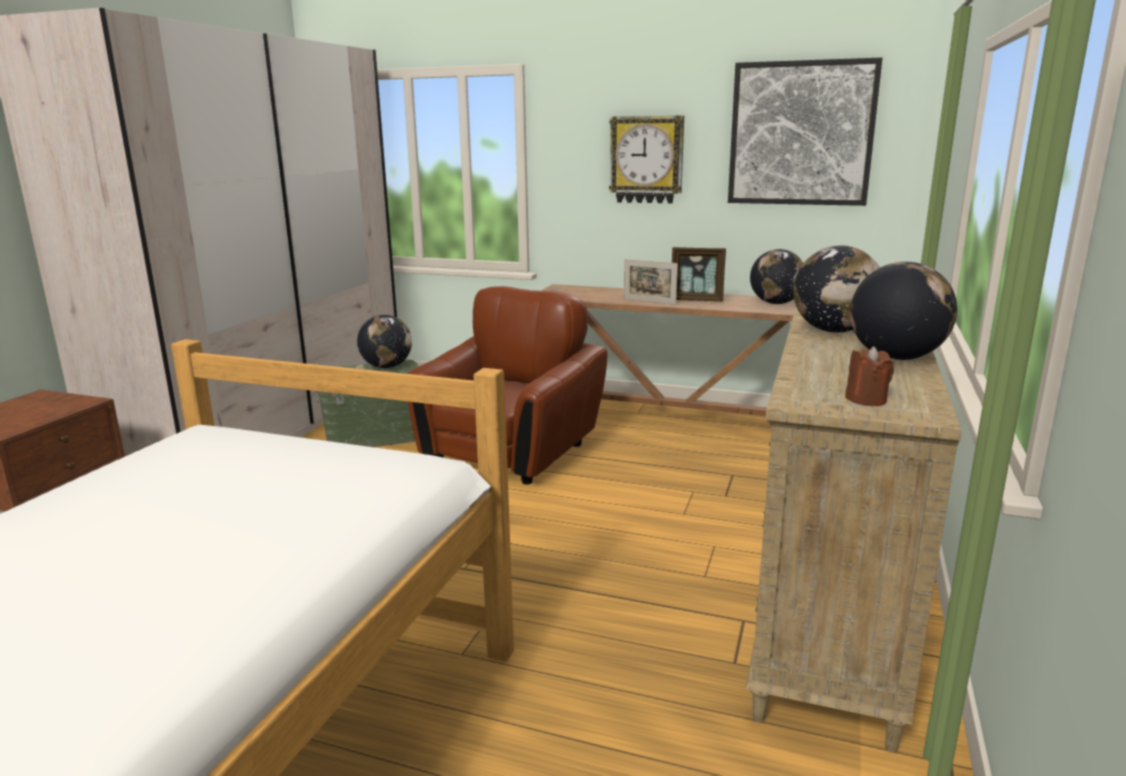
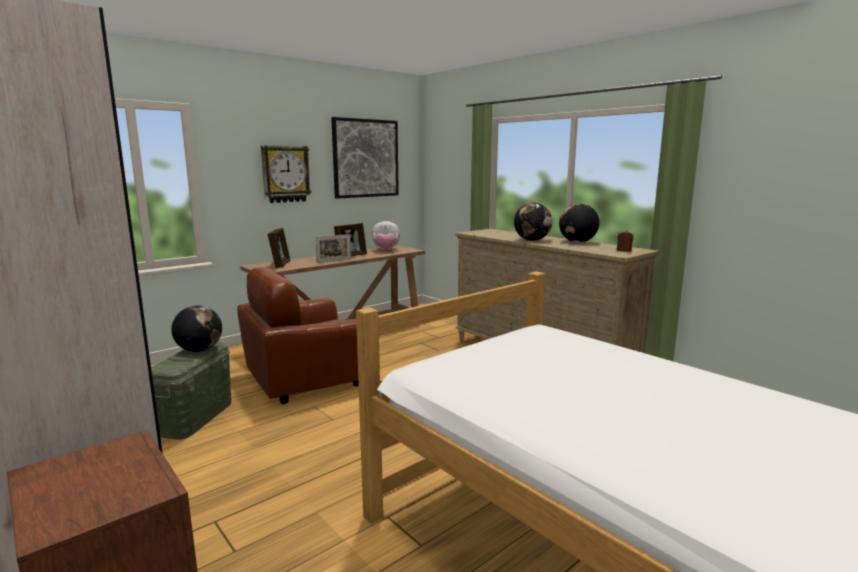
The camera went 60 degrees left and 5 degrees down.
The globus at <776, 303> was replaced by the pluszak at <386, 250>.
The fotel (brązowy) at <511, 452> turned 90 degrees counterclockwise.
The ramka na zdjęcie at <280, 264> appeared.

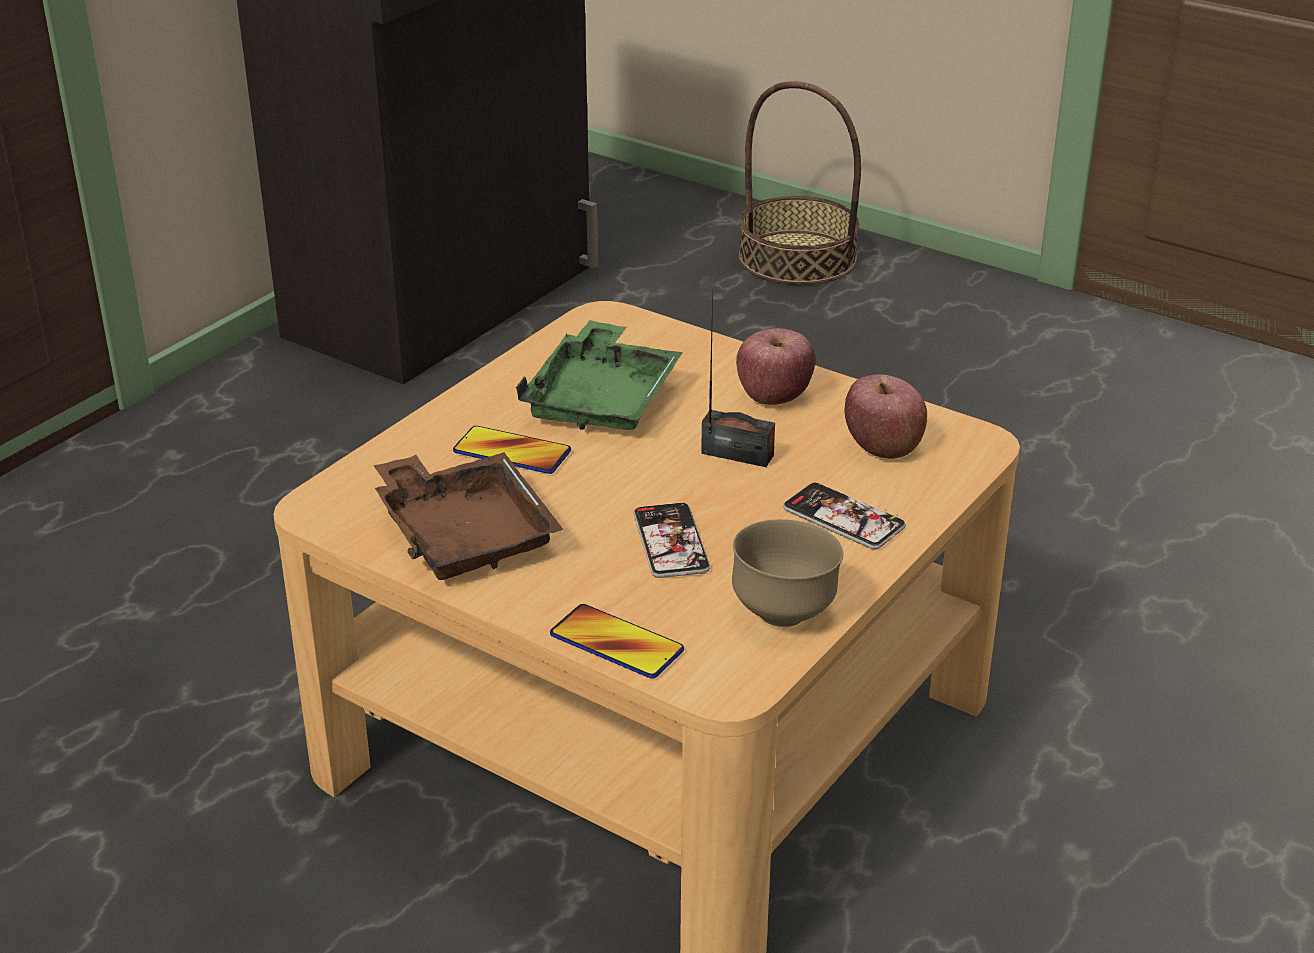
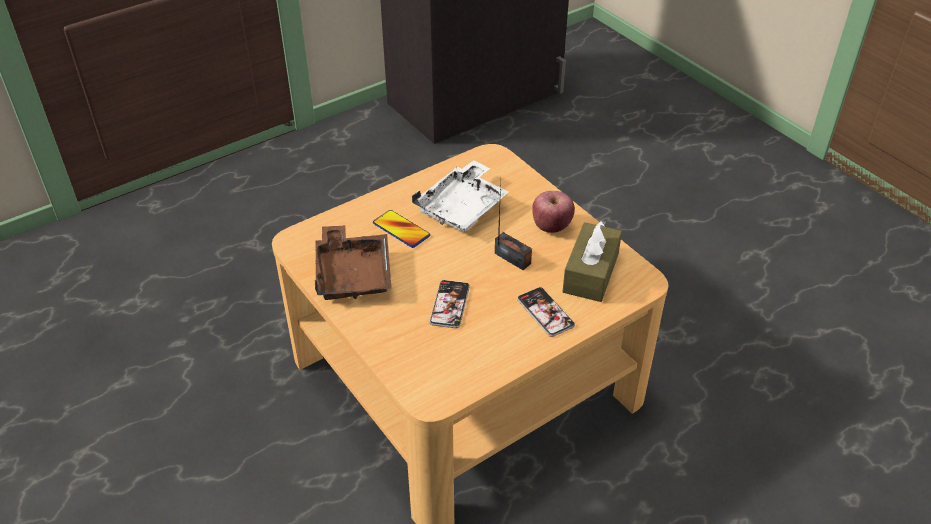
The camera went 20 degrees right and 10 degrees up.
The koszyk at <798, 258> disappeared.
The taca (zielony) at <603, 400> became the taca (biały) at <462, 208>.
The jabłko at <882, 448> was replaced by the pudełko chusteczek (brązowy) at <591, 273>.
The miska (brązowy) at <784, 614> disappeared.
The telefon at <616, 644> disappeared.

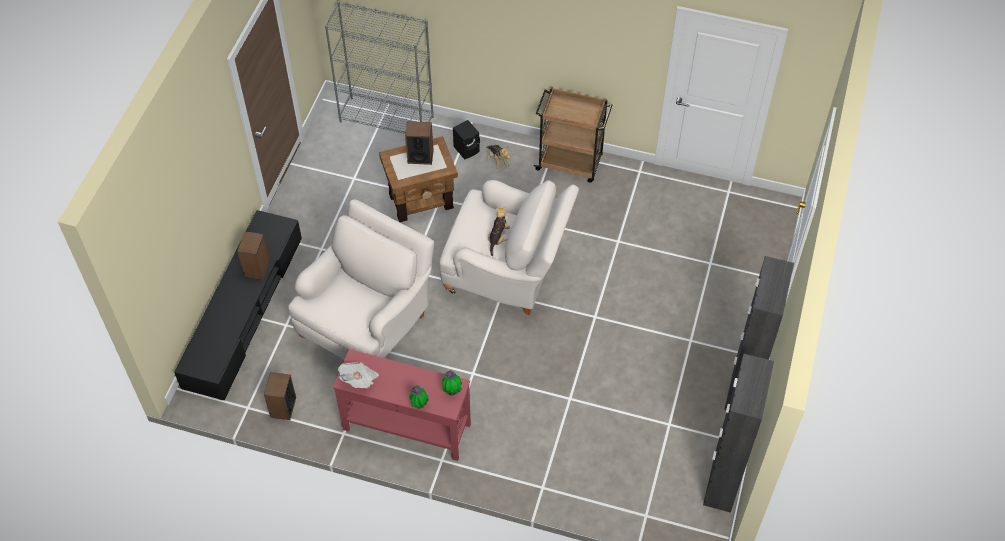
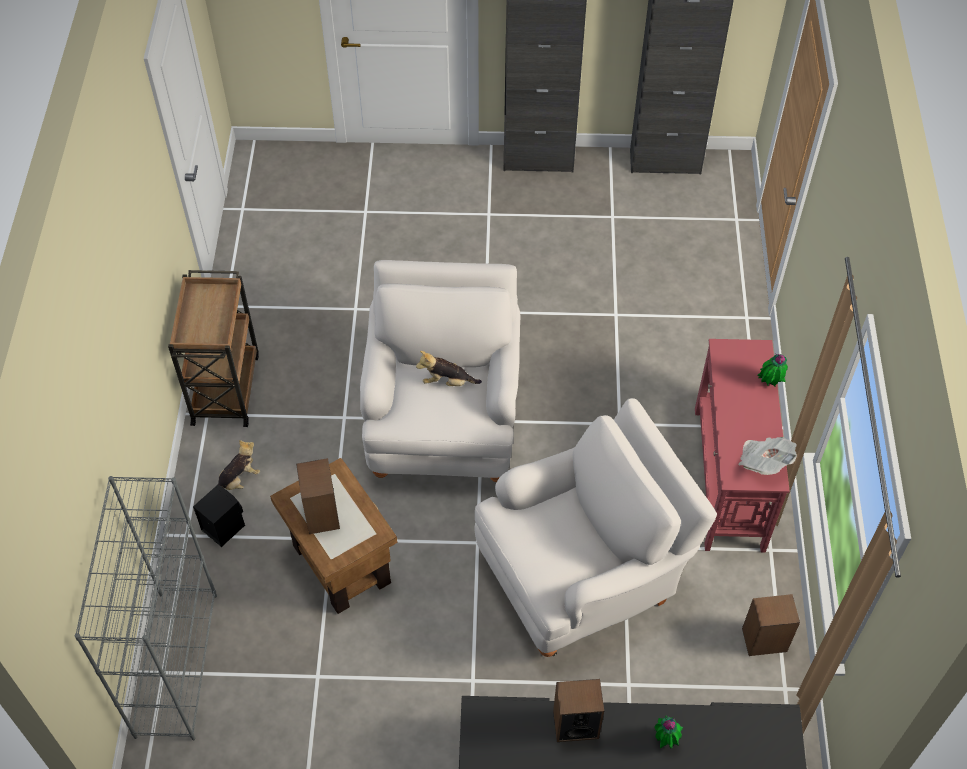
The camera went 105 degrees left and 0 degrees up.
The fotel (biały) at <367, 321> turned 135 degrees clockwise.
The roślina doniczkowa moved from <452, 391> to <665, 740>.

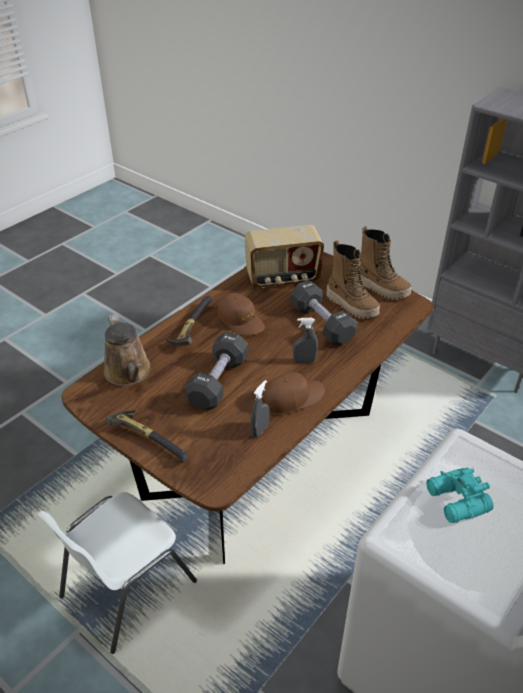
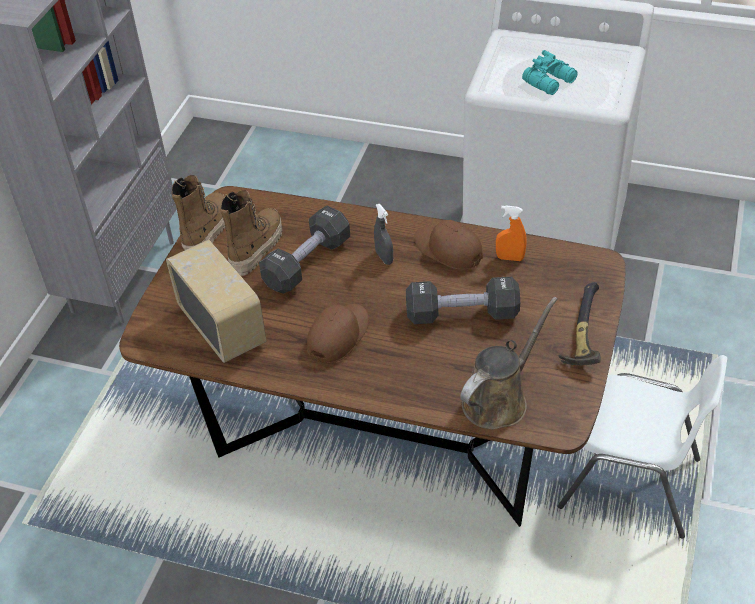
The camera went 110 degrees left and 5 degrees up.
The młotek at <190, 328> disappeared.
The spryskiwacz (szary) at <260, 430> became the spryskiwacz (pomarańczowy) at <510, 258>.

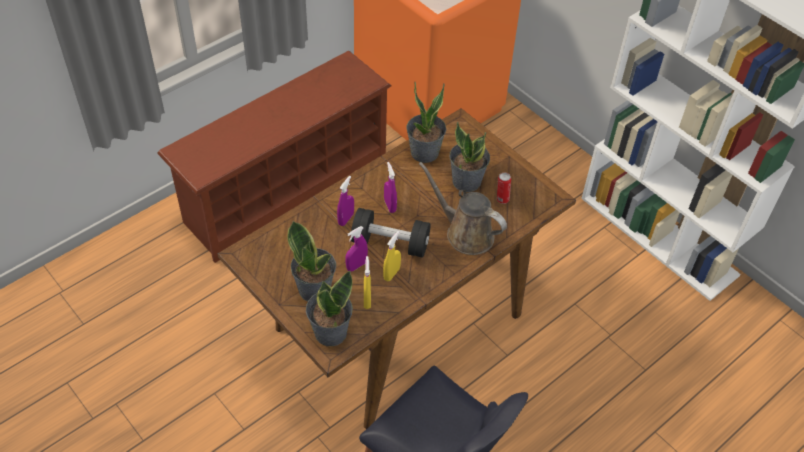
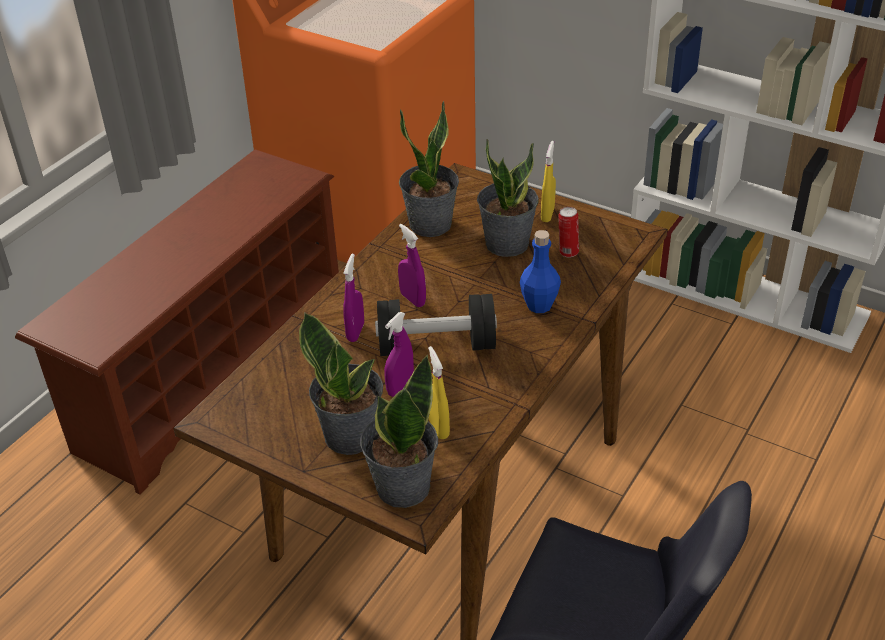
The camera went 15 degrees left and 10 degrees down.
The konewka (brązowy) at <465, 233> was replaced by the butelka (niebieski) at <539, 305>.
The spryskiwacz (żółty) moved from <391, 274> to <547, 214>.

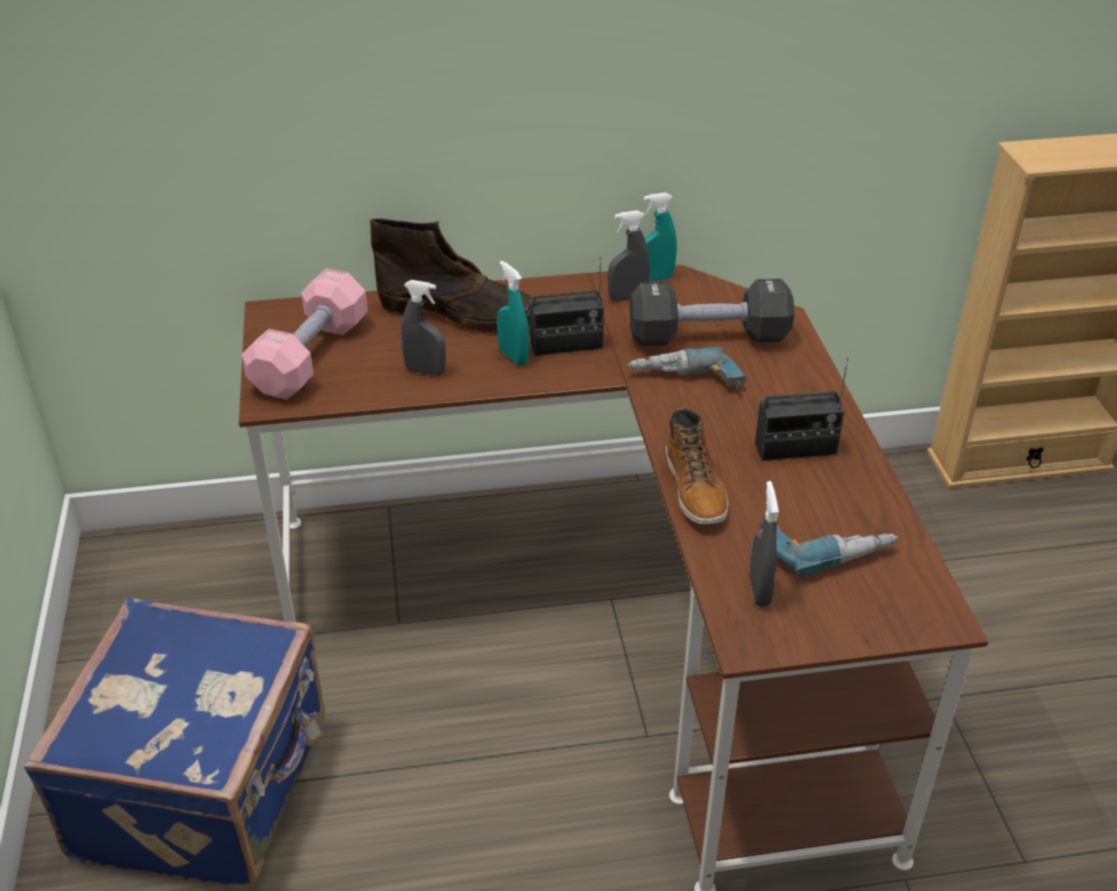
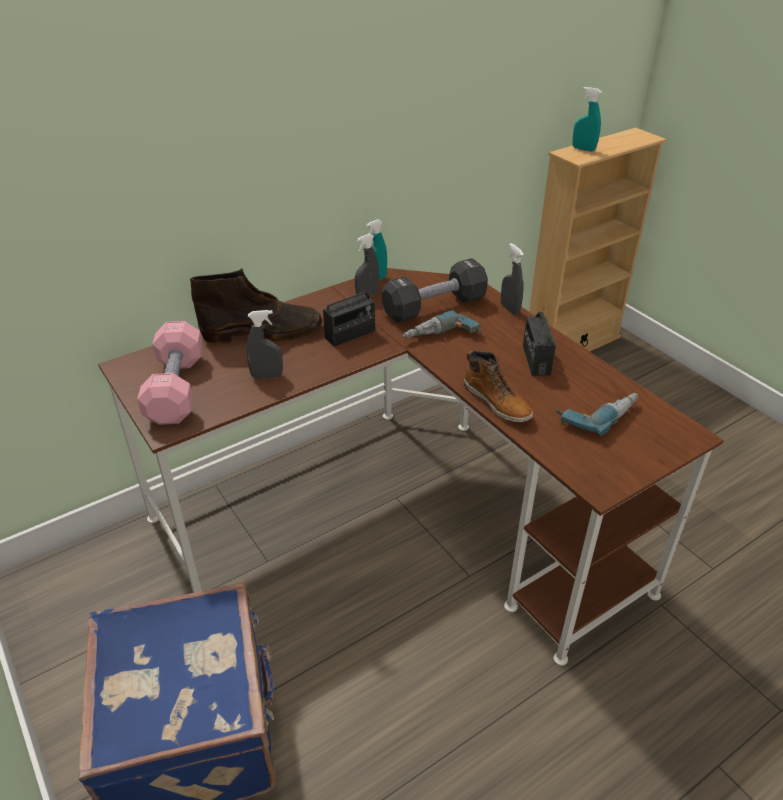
The camera went 25 degrees left and 0 degrees up.
The spryskiwacz (turkusowy) moved from <513, 356> to <583, 149>.
The radio at <795, 449> turned 120 degrees clockwise.
The spryskiwacz (szary) moved from <759, 591> to <510, 309>.

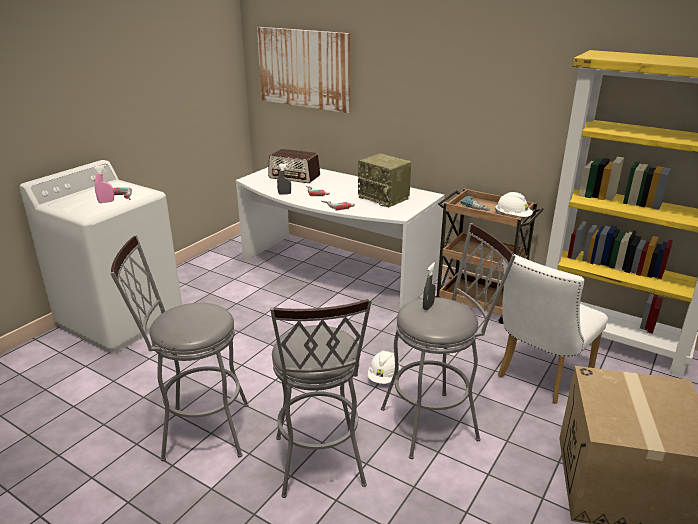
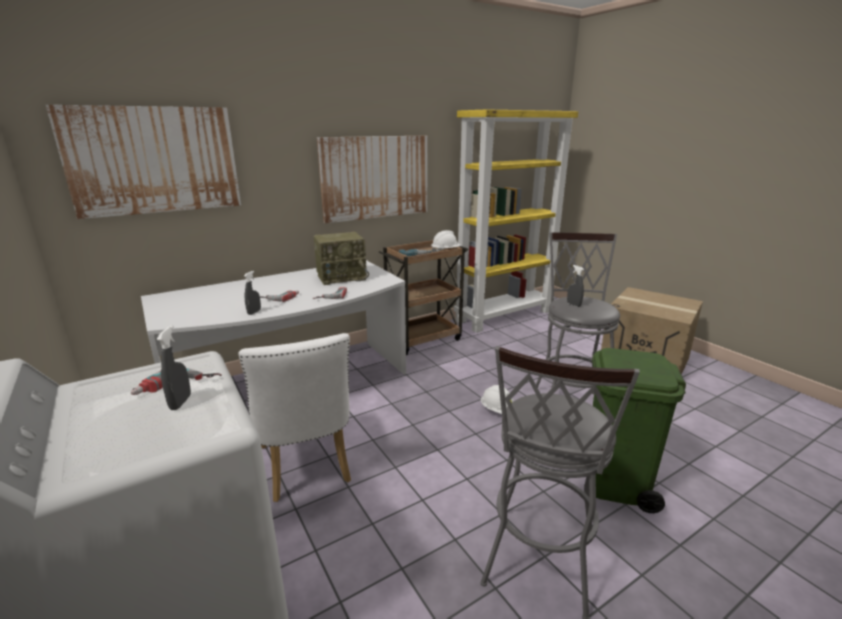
The camera went 65 degrees left and 5 degrees down.
The radio at <294, 177> disappeared.
The spryskiwacz (różowy) at <106, 202> became the spryskiwacz (szary) at <180, 402>.
The krzesło (biały) moved from <539, 376> to <306, 469>.
The stołek (szary) at <320, 467> was replaced by the kosz na śmieci (zielony) at <616, 481>.
The obraz at <375, 177> appeared.

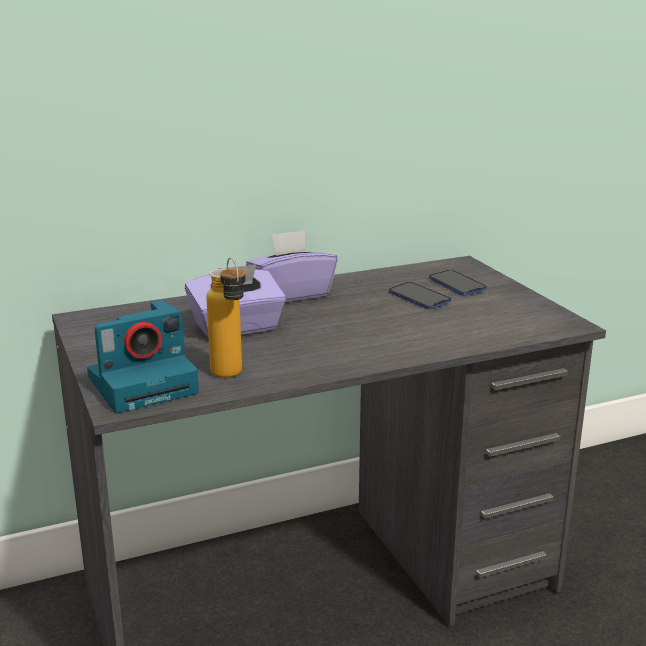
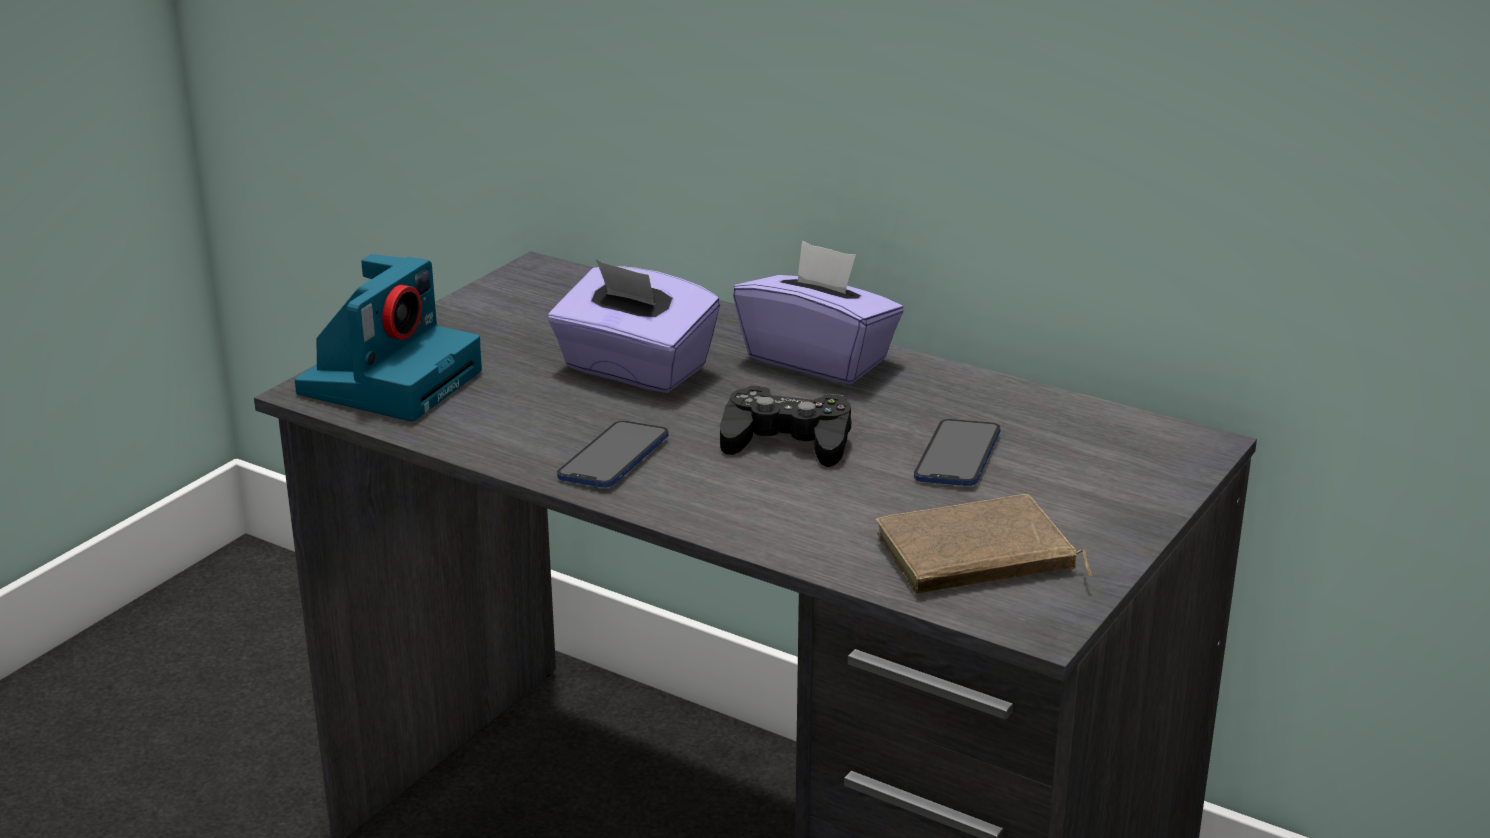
The camera went 55 degrees right and 5 degrees up.
The butelka at <231, 377> disappeared.
The telefon moved from <457, 284> to <613, 458>.
The aparat fotograficzny at <144, 383> turned 90 degrees counterclockwise.
The pad do gier (czarny) at <787, 441> appeared.
The książka (brązowy) at <976, 558> appeared.

